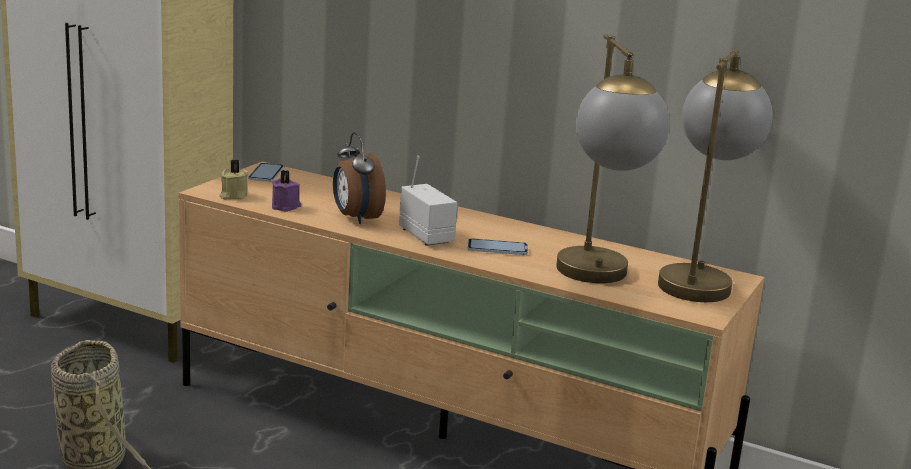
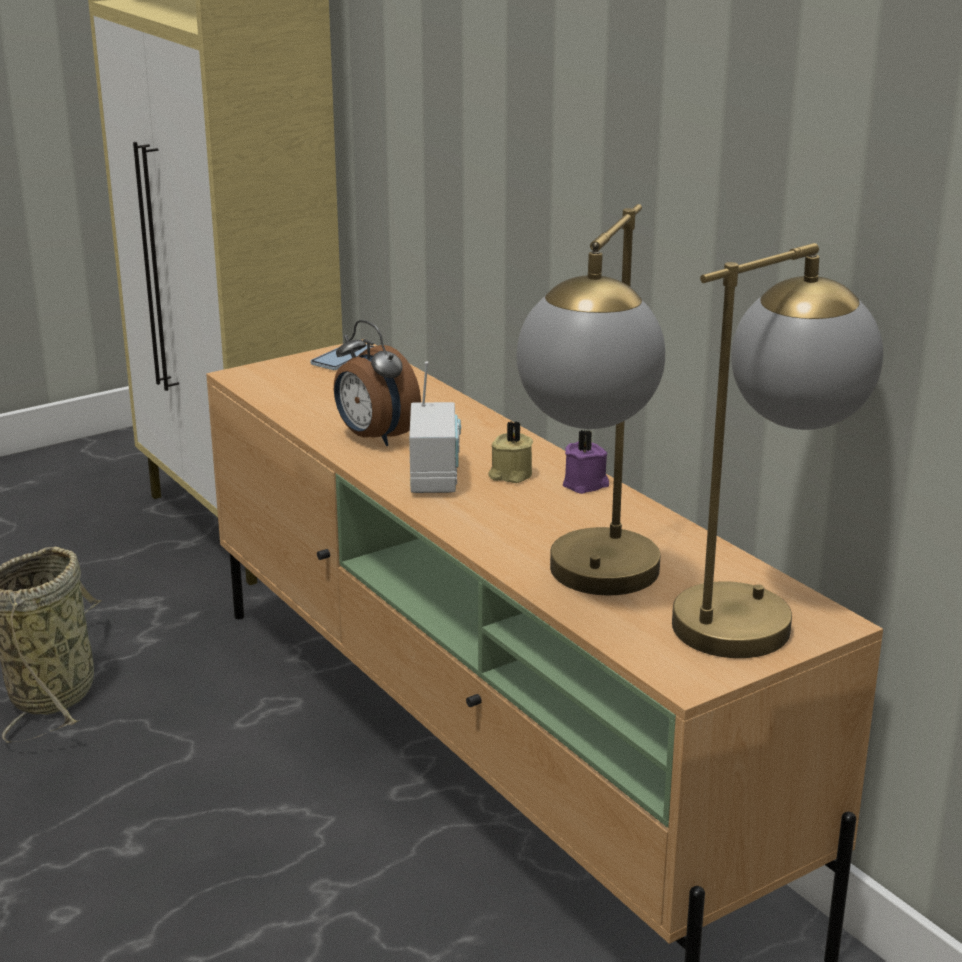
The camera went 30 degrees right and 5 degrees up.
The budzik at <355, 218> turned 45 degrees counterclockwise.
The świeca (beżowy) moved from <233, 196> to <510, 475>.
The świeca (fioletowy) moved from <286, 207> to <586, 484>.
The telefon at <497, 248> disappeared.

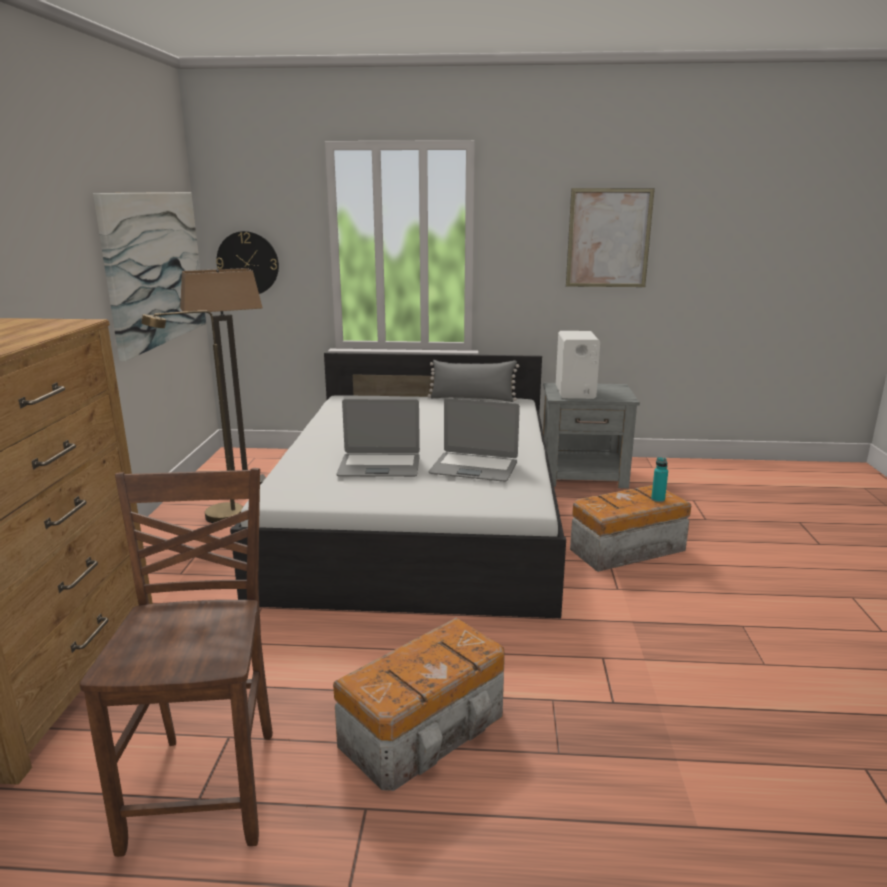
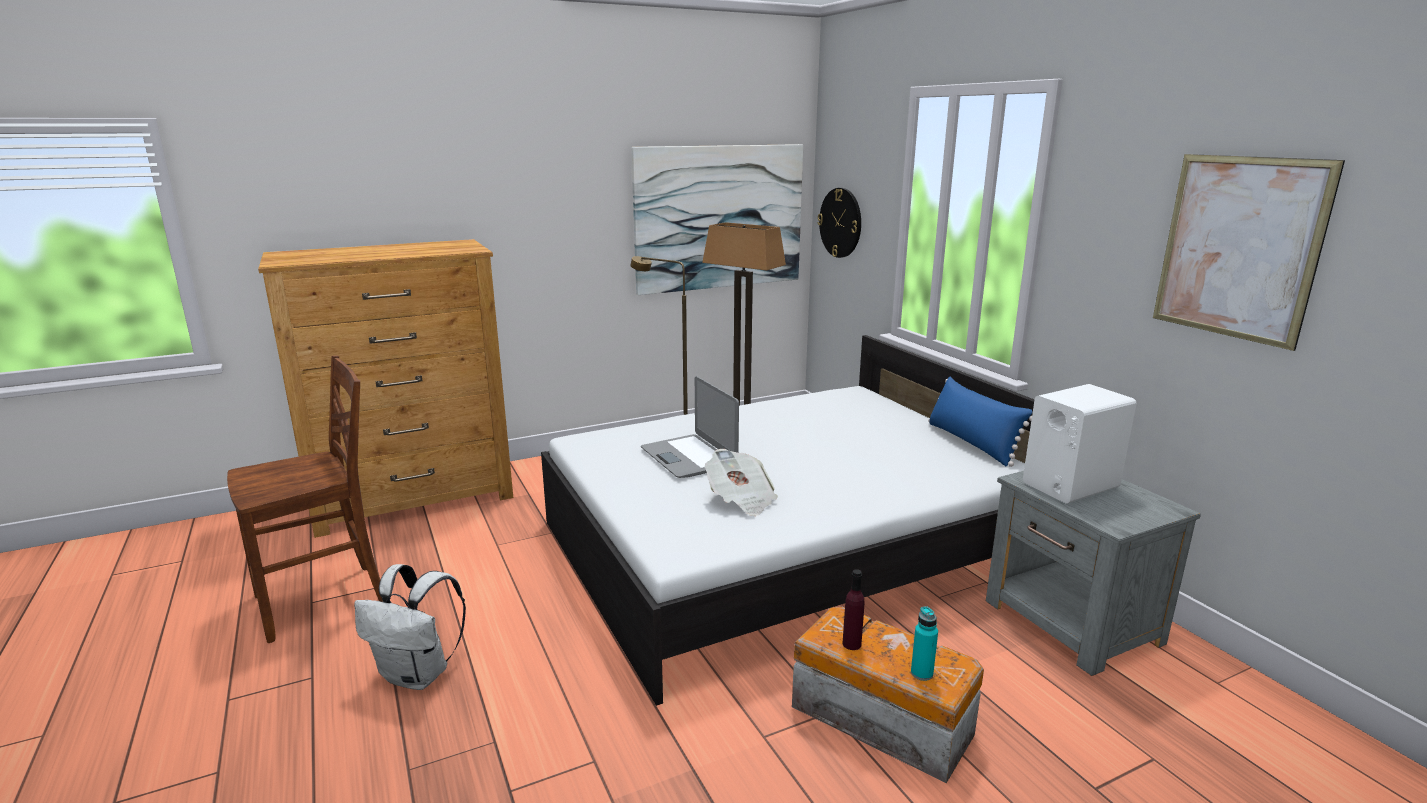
The camera went 60 degrees right and 0 degrees up.
The poduszka (szary) at <472, 398> became the poduszka (niebieski) at <972, 443>.
The laptop at <474, 468> was replaced by the gazeta at <741, 499>.
The pojemnik do przechowywania at <427, 729> was replaced by the plecak (biały) at <418, 675>.
The butelka (fioletowy) at <851, 644> appeared.

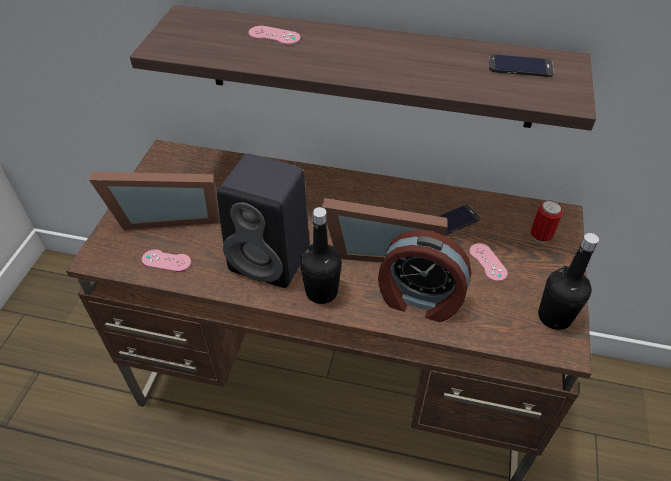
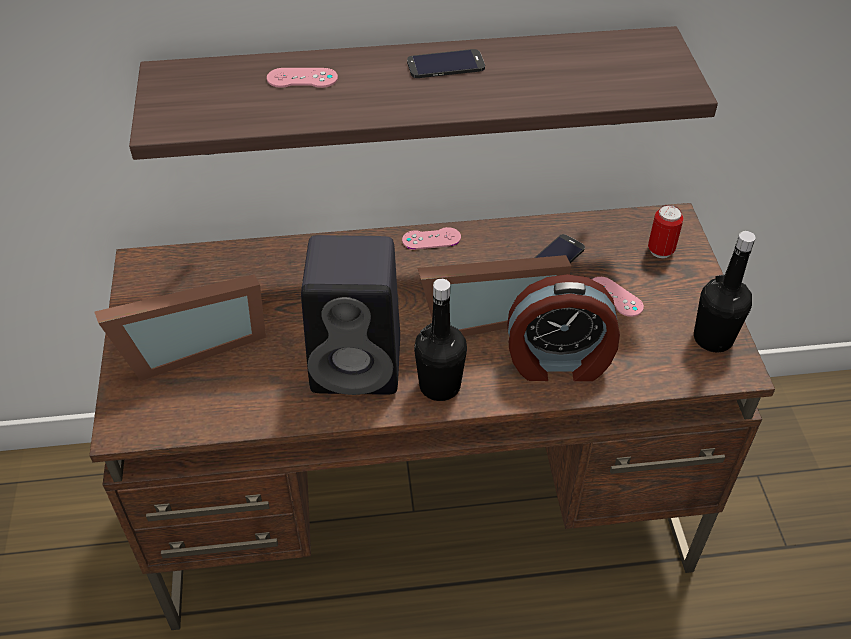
The camera went 20 degrees left and 0 degrees up.
The telefon moved from <520, 66> to <446, 65>.
The pad do gier (różowy) moved from <166, 261> to <431, 239>.

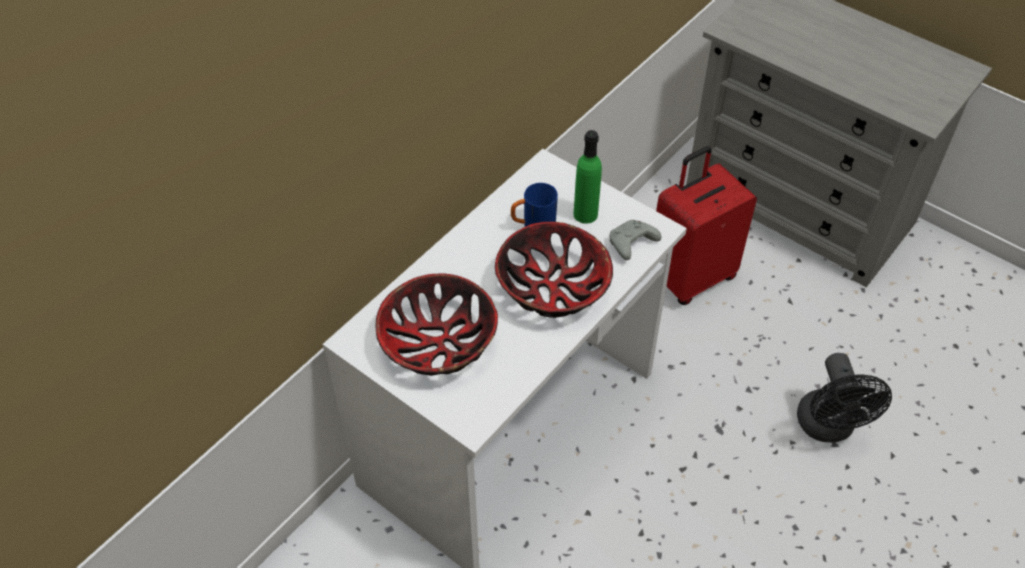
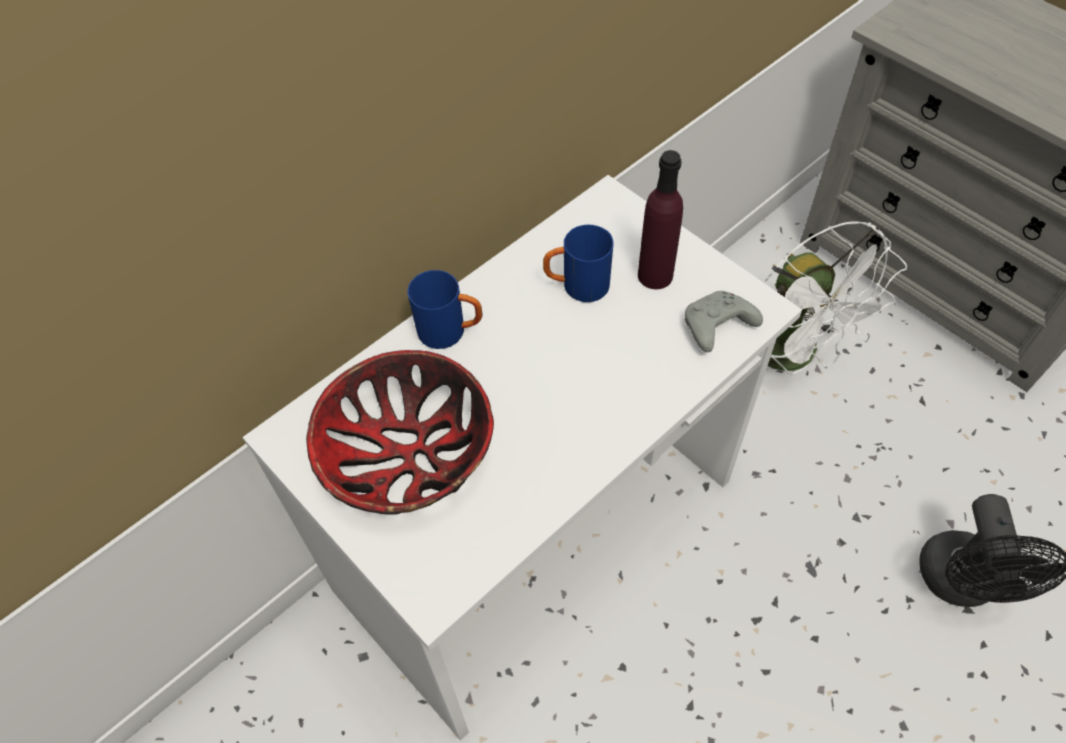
The camera went 10 degrees right and 5 degrees up.
The butelka (zielony) at <585, 214> became the butelka (fioletowy) at <655, 275>.
The walizka (czerwony) at <690, 276> was replaced by the wentylator (biały) at <795, 355>.
The miska at <553, 288> disappeared.
The kubek (niebieski) at <450, 331> appeared.

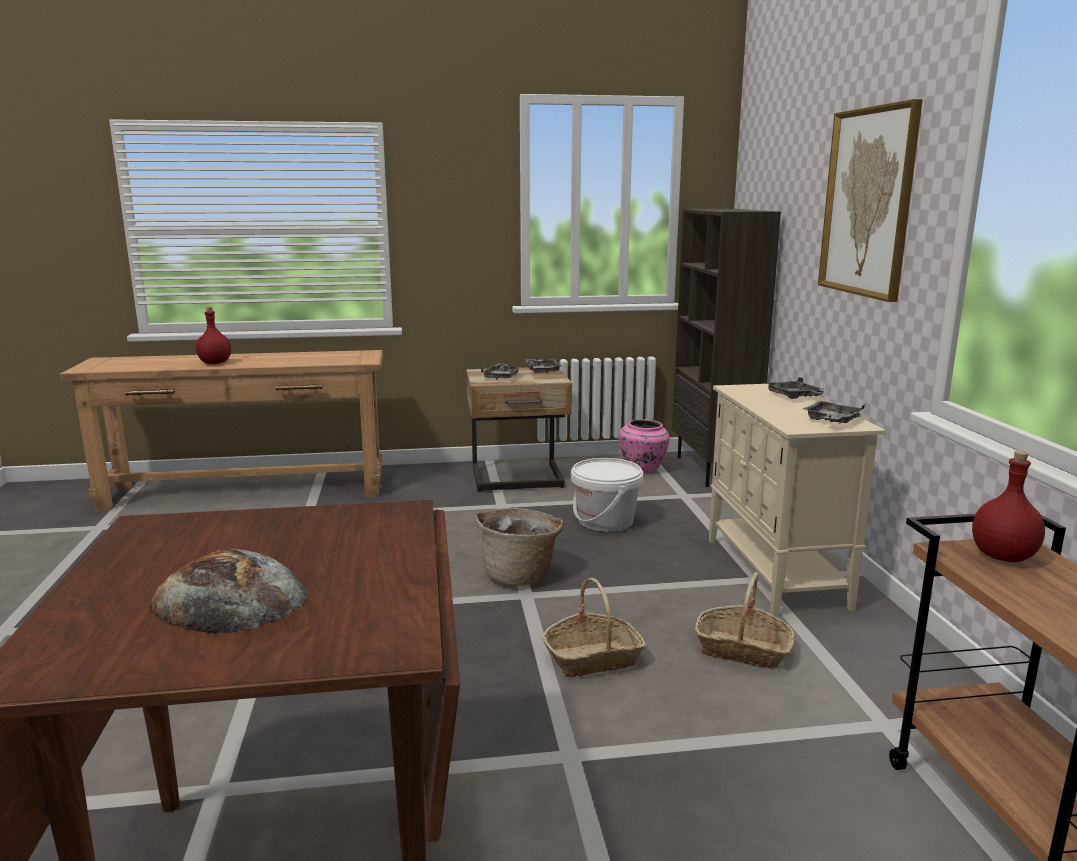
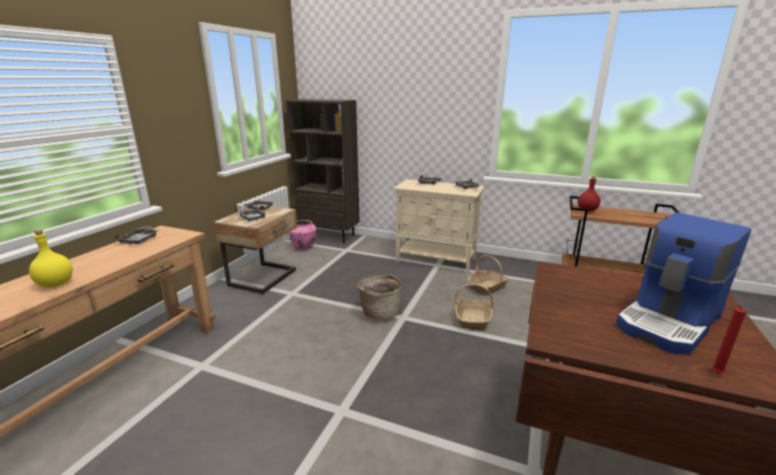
The camera went 60 degrees left and 5 degrees up.
The obraz at <868, 202> disappeared.
The butelka (czerwony) at <215, 363> became the butelka (żółty) at <57, 284>.
The wiadro (biały) at <605, 521> disappeared.
The chleb at <230, 600> was replaced by the ekspres do kawy at <670, 322>.
The taca (szary) at <140, 240> appeared.
The świeca (czerwony) at <714, 372> appeared.

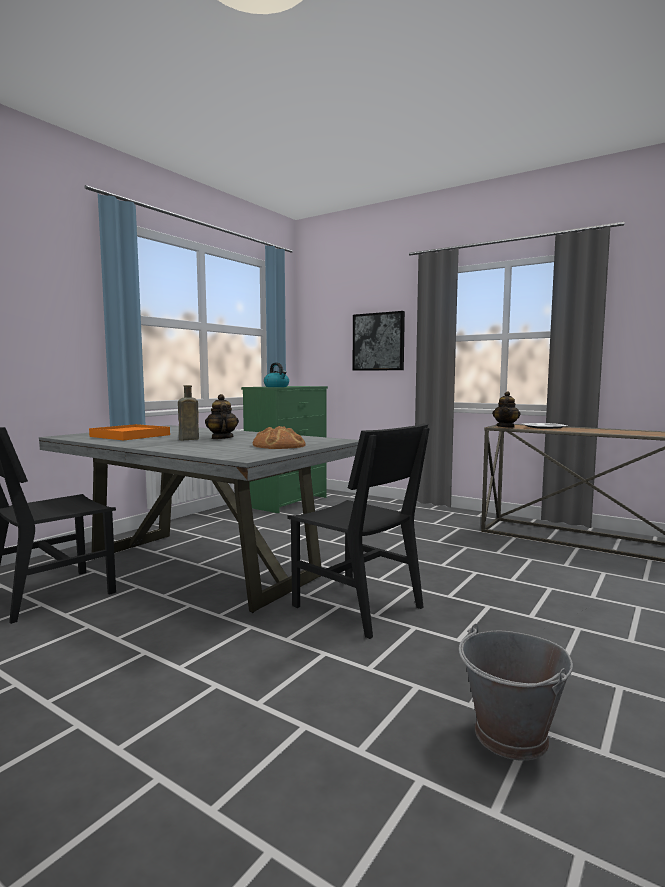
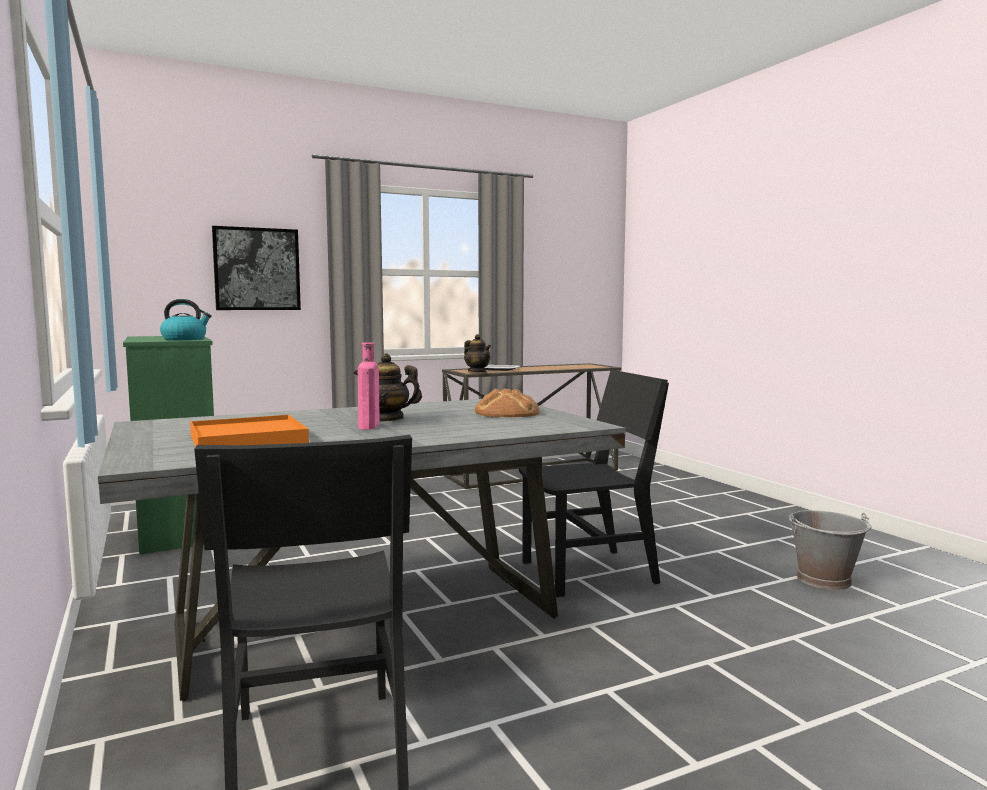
The camera went 60 degrees left and 0 degrees up.
The butelka (brązowy) at <187, 439> became the butelka (różowy) at <368, 427>.

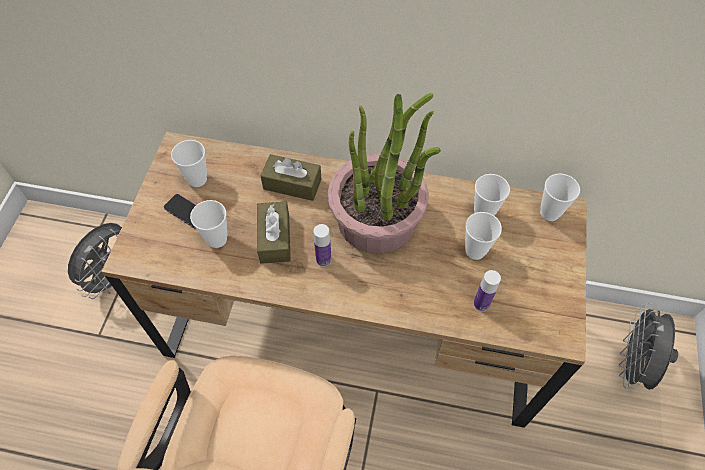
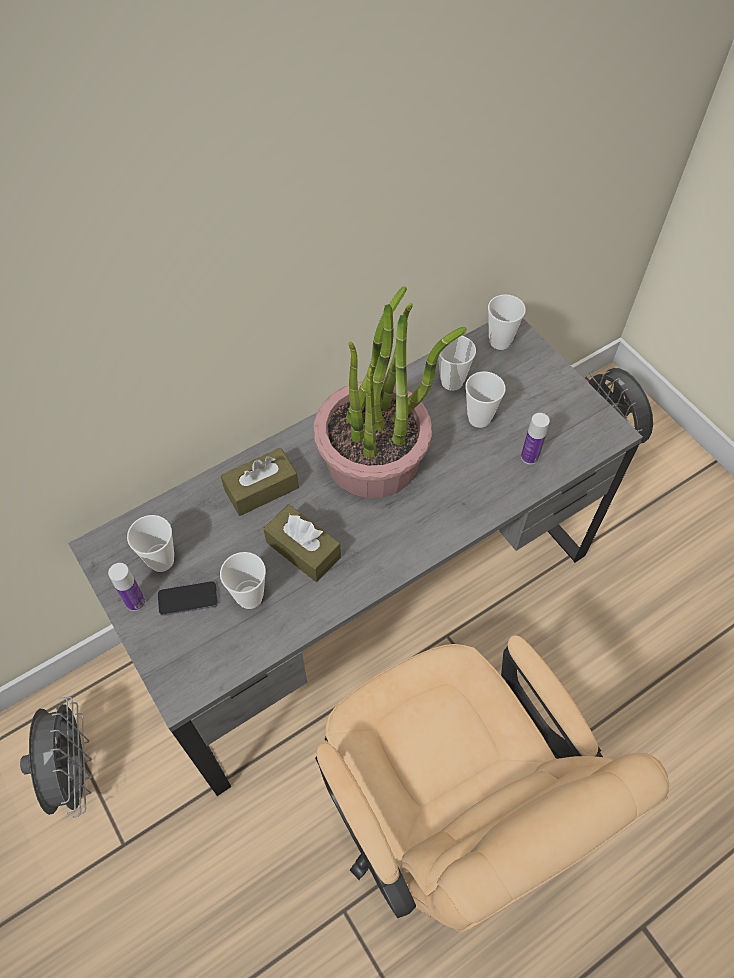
The camera went 45 degrees left and 0 degrees up.
The biurko (brązowy) at <352, 325> became the biurko (szary) at <367, 600>.
The butelka moved from <323, 260> to <135, 602>.

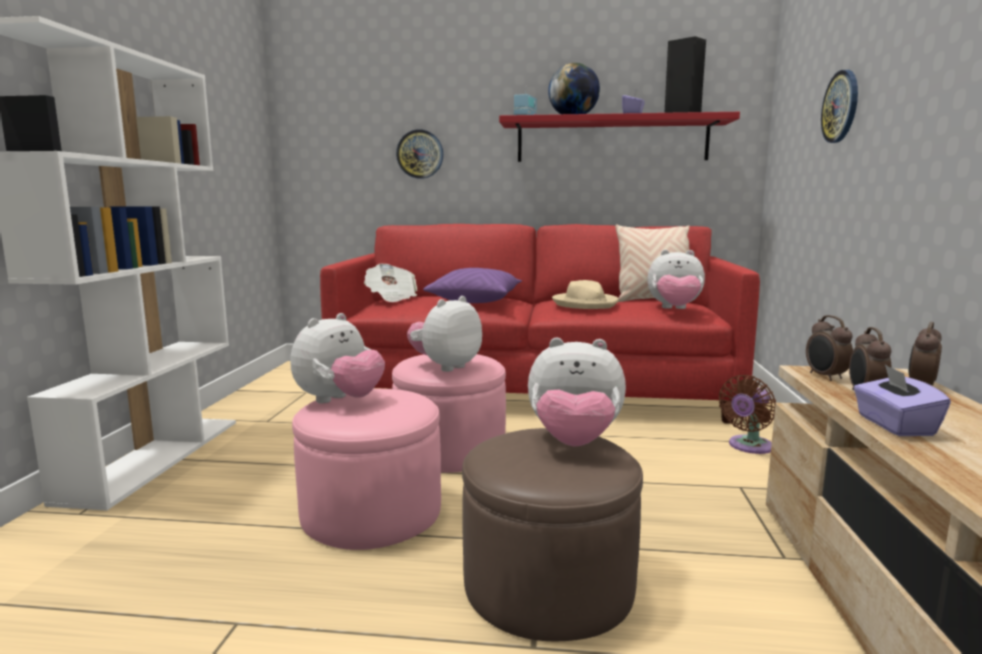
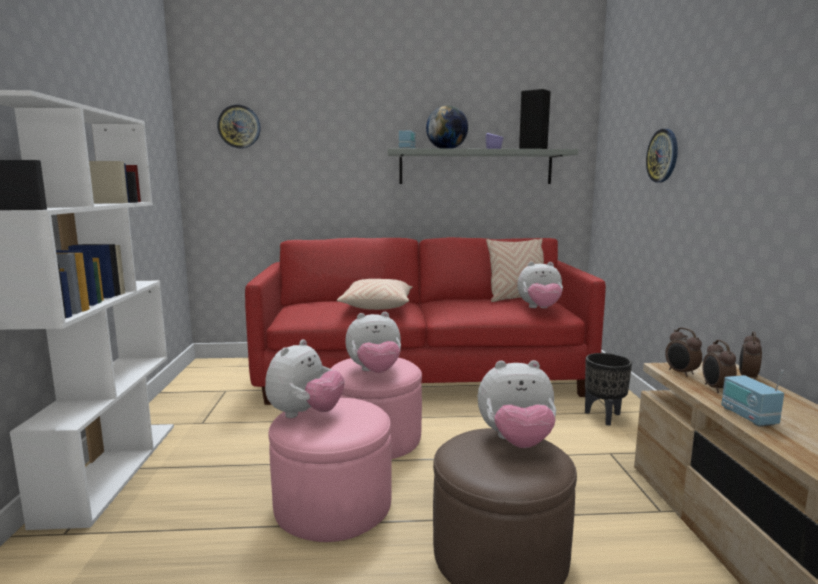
The camera went 10 degrees left and 0 degrees up.
The półka (czerwony) at <612, 140> became the półka (szary) at <476, 167>.
The zegar ścienny moved from <420, 154> to <239, 126>.
The gazeta at <391, 297> disappeared.
The poduszka (fioletowy) at <475, 300> became the poduszka (beżowy) at <377, 306>.
The kapelusz (beżowy) at <585, 304> disappeared.
The pluszak at <445, 366> turned 135 degrees counterclockwise.
The pudełko chusteczek (fioletowy) at <894, 425> was replaced by the radio at <748, 417>.
The wentylator (brązowy) at <748, 446> was replaced by the donica (czarny) at <604, 417>.

